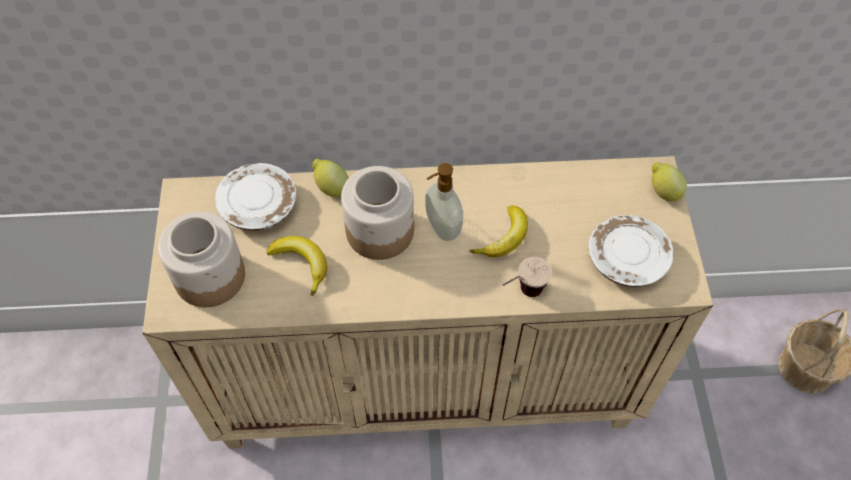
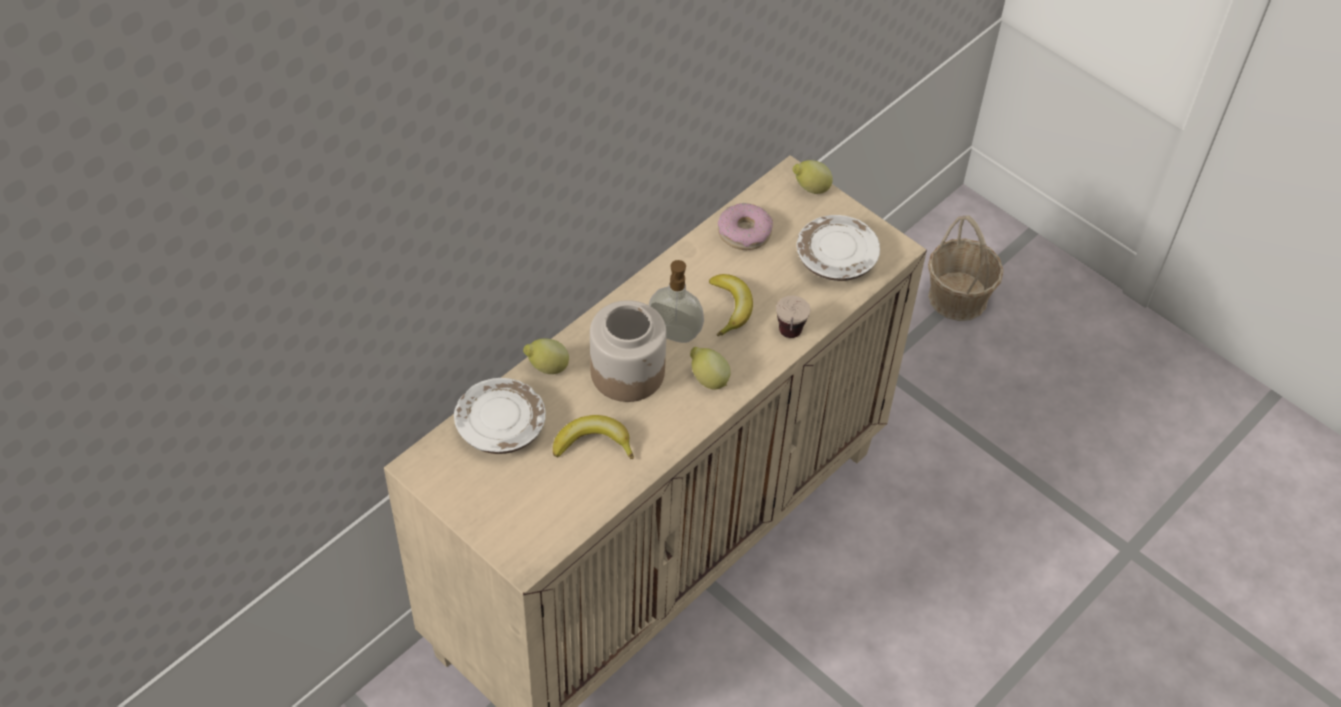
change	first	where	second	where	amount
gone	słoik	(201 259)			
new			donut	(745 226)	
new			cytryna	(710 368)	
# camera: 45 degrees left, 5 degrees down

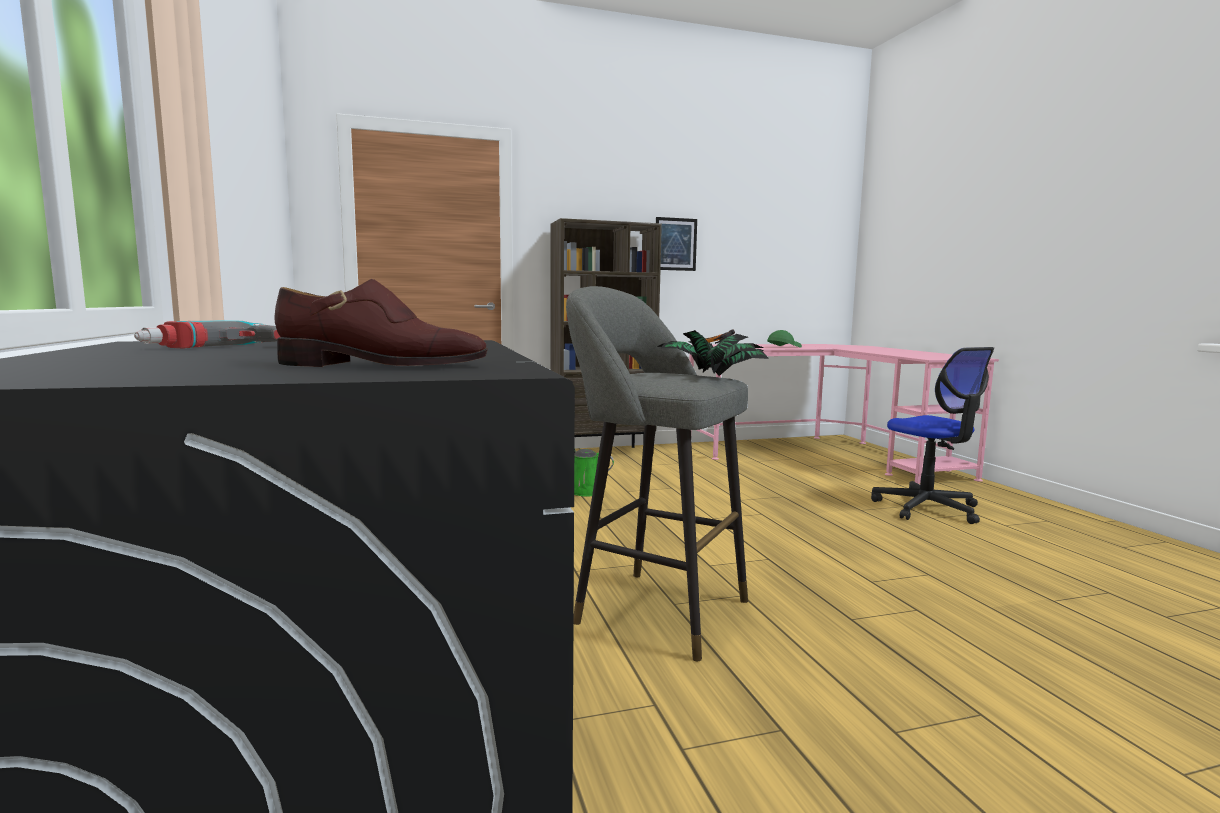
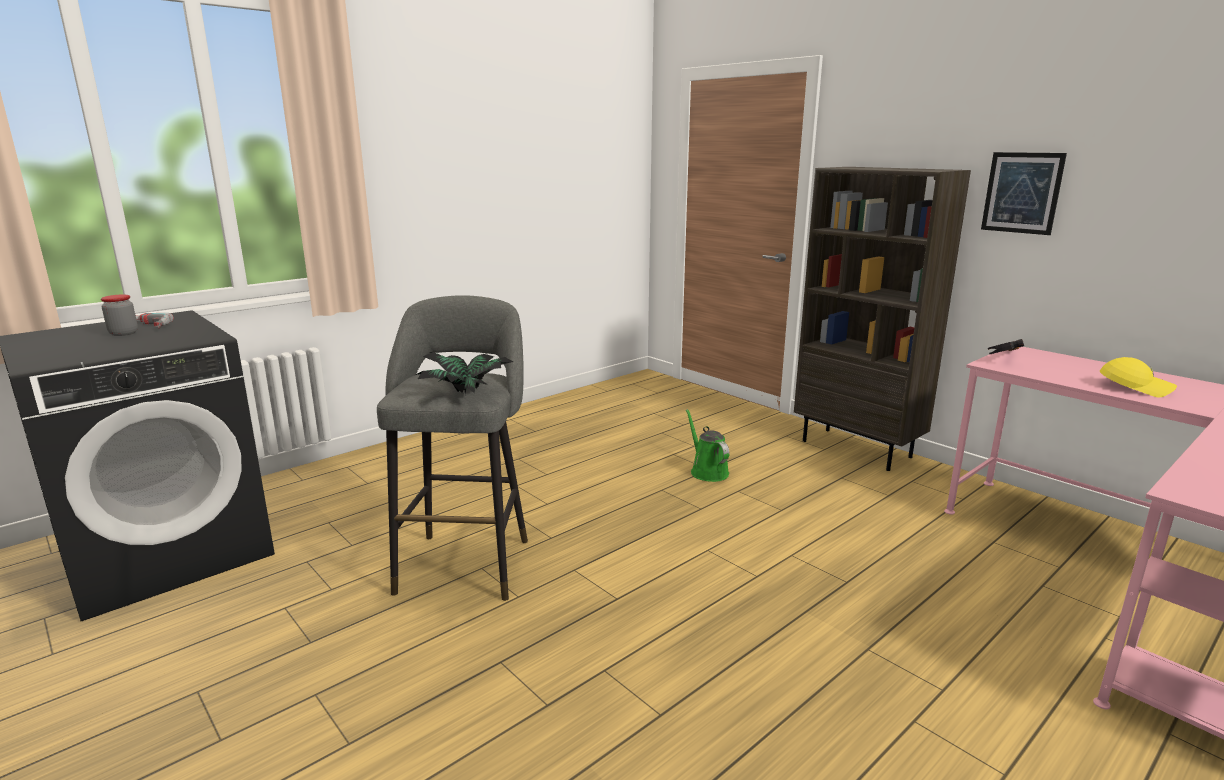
change	first	where	second	where	amount
gone	but [brązowy]	(381 323)			
repainted	czapka z daszkiem [zielony]	(784 339)	czapka z daszkiem [żółty]	(1138 377)	
gone	krzesło biurowe	(932 435)			
new			słoik	(119 315)	
# camera: 65 degrees right, 10 degrees up

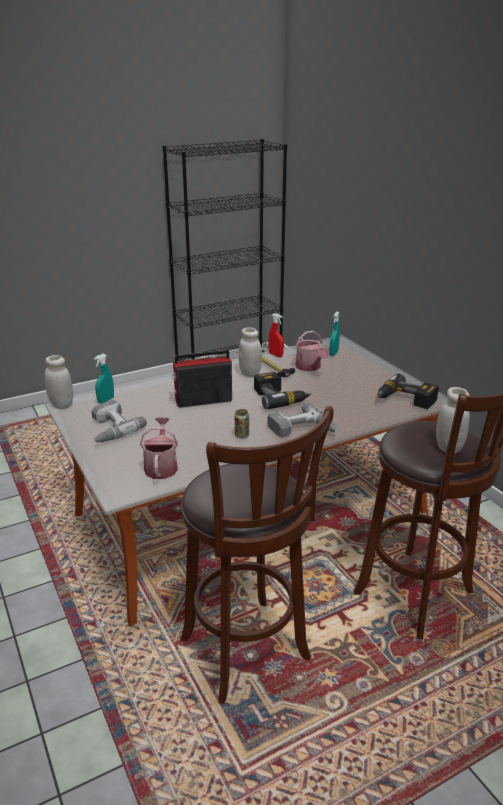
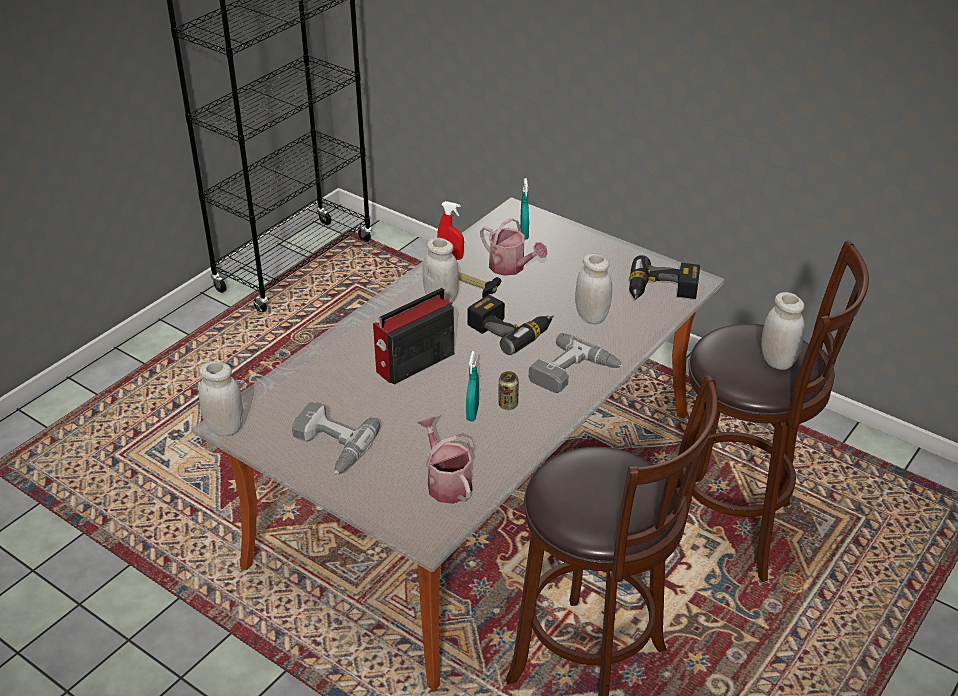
change	first	where	second	where	amount
shifted	spryskiwacz [turkusowy]	(104 379)		(472 386)	
new			słoik [biały]	(593 288)	
# camera: 25 degrees left, 10 degrees up

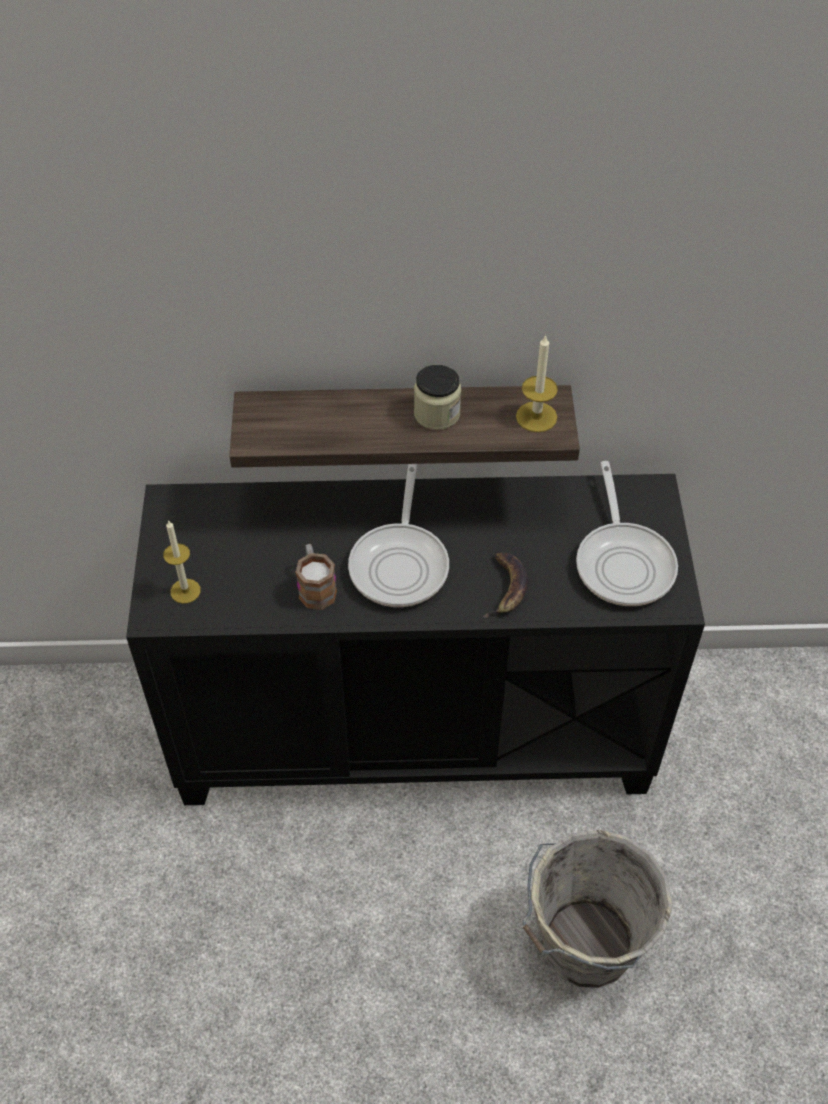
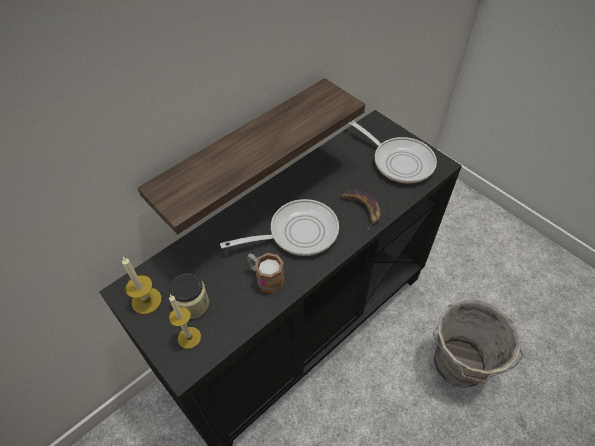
change	first	where	second	where	amount
shifted	świeca	(537 383)		(142 285)	
shifted	słoik	(437 397)		(189 296)	
rotated	patelnia	(398 535)		(279 227)	75 degrees counterclockwise
# camera: 40 degrees left, 0 degrees up

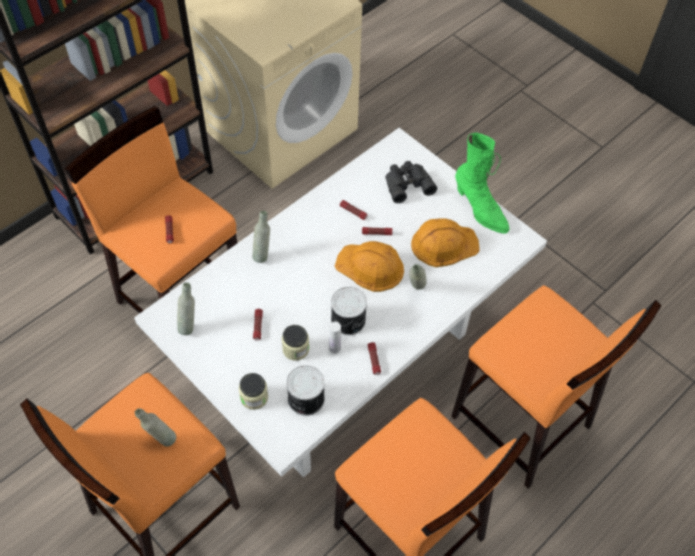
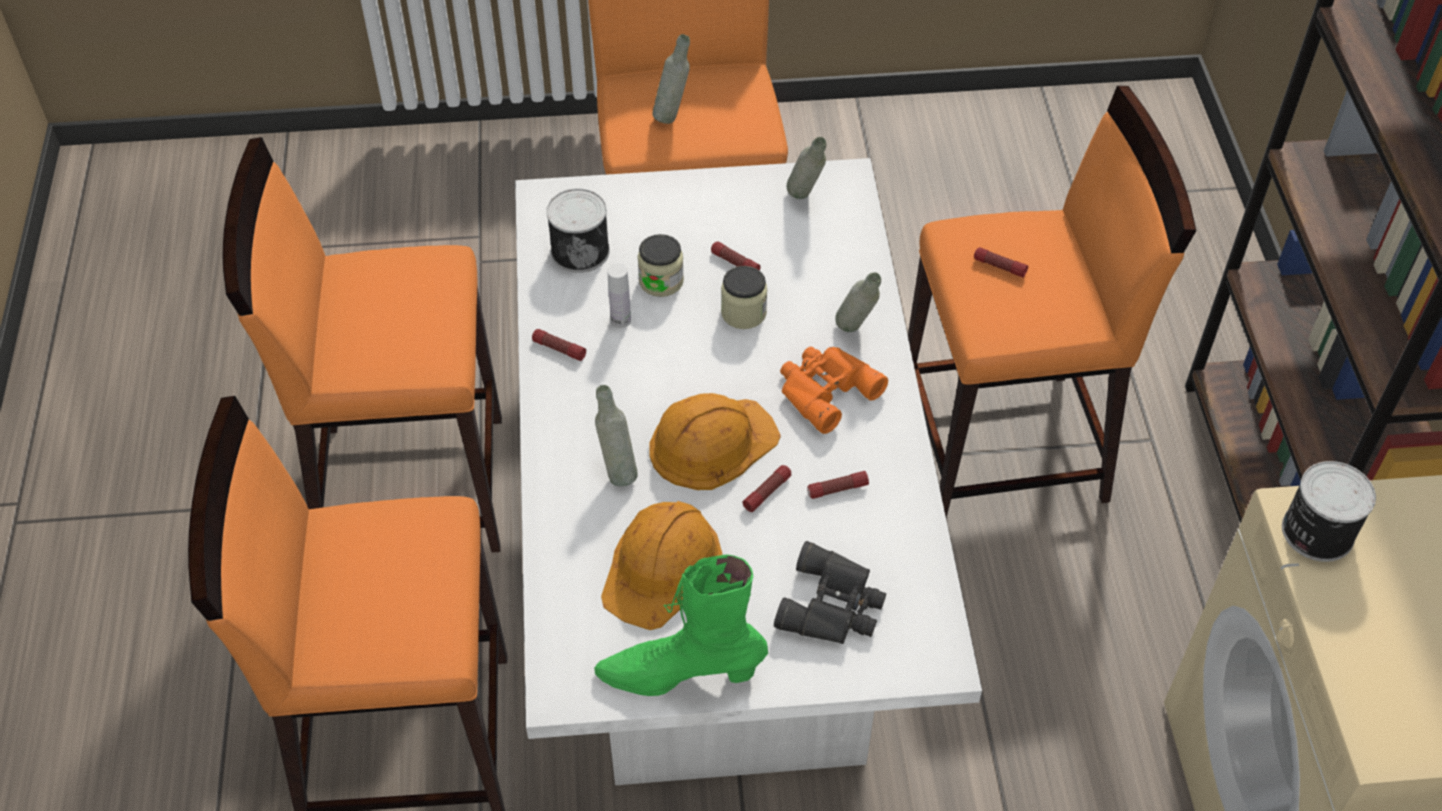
change	first	where	second	where	amount
shifted	puszka	(349 311)		(1329 511)	
shifted	słoik	(253 391)		(744 297)	
new			lornetka [pomarańczowy]	(834 390)	
# camera: 130 degrees right, 5 degrees down

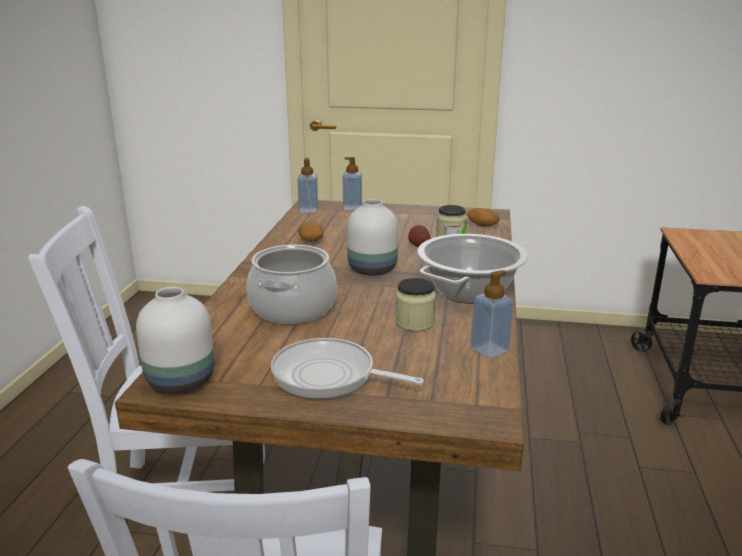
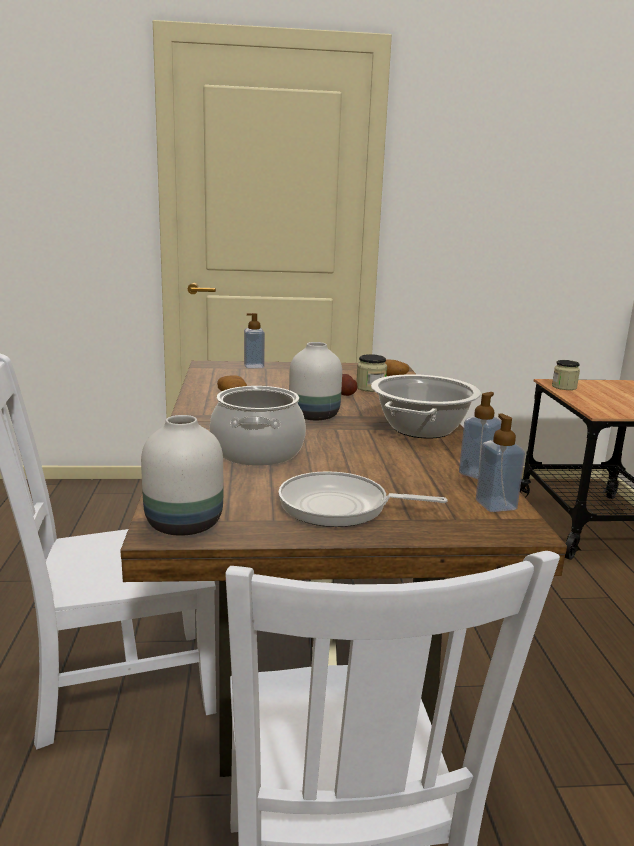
change	first	where	second	where	amount
shifted	dozownik mydła	(307 185)		(500 463)	
shifted	słoik	(415 304)		(566 375)	
# camera: 15 degrees left, 5 degrees down

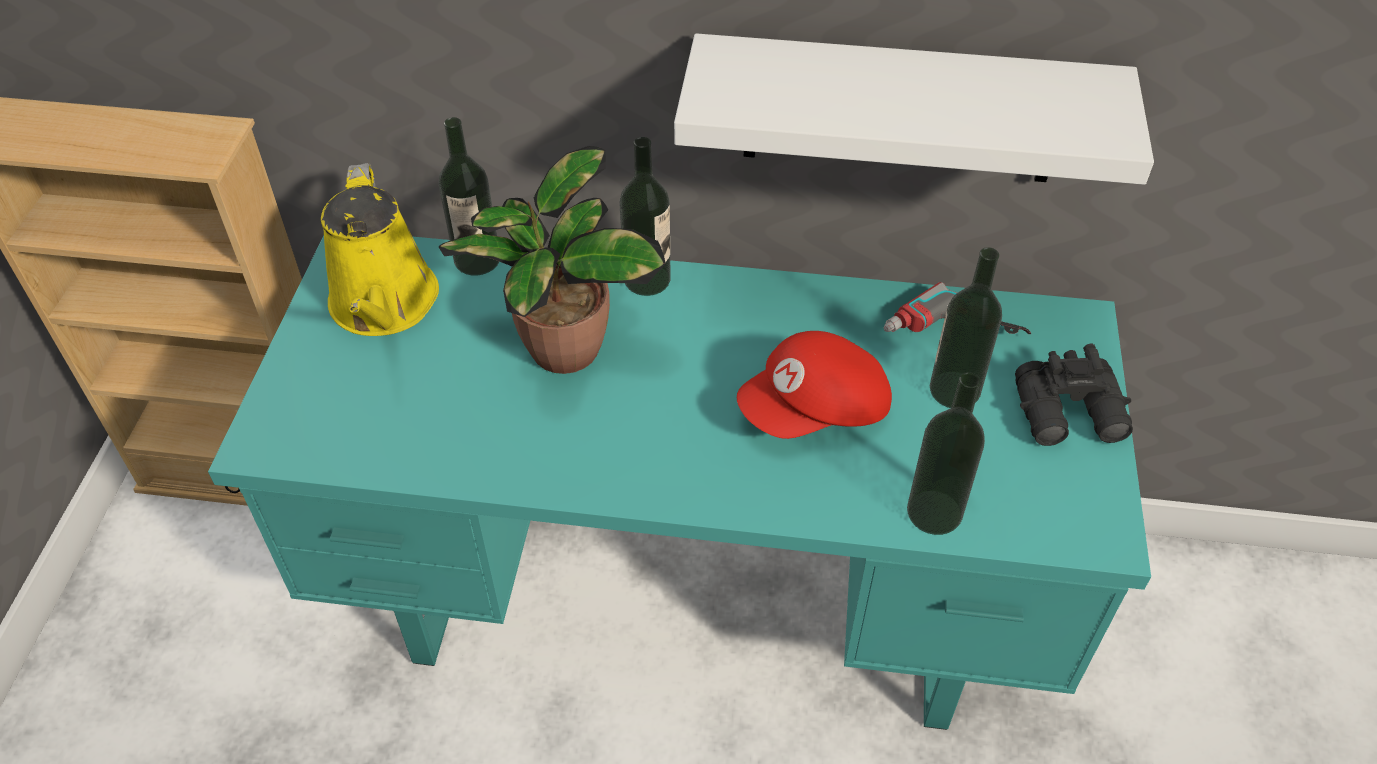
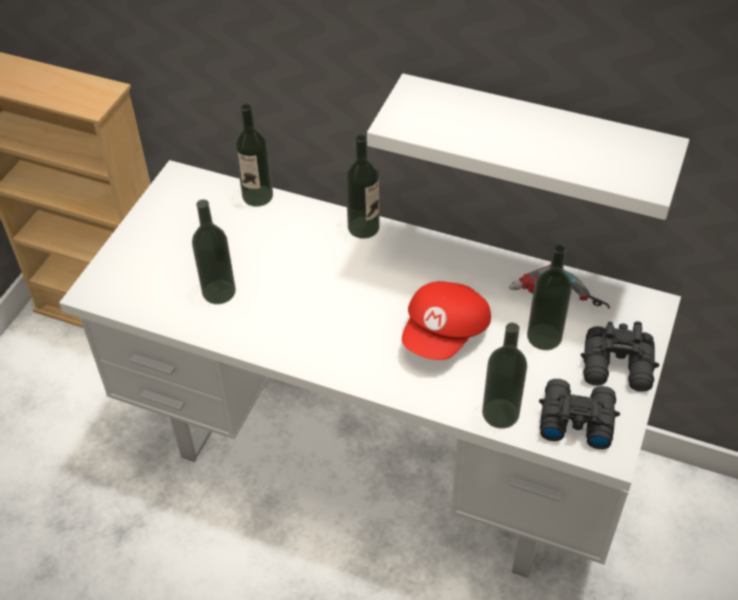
change	first	where	second	where	amount
gone	roślina doniczkowa	(552 260)			
gone	konewka [żółty]	(380 249)			
repainted	biurko [turkusowy]	(679 483)	biurko [biały]	(370 368)	
rotated	czapka z daszkiem [czerwony]	(814 385)		(446 320)	45 degrees counterclockwise
new			butelka	(214 251)	
new			lornetka [czarny]	(579 414)	
# camera: 15 degrees right, 0 degrees up

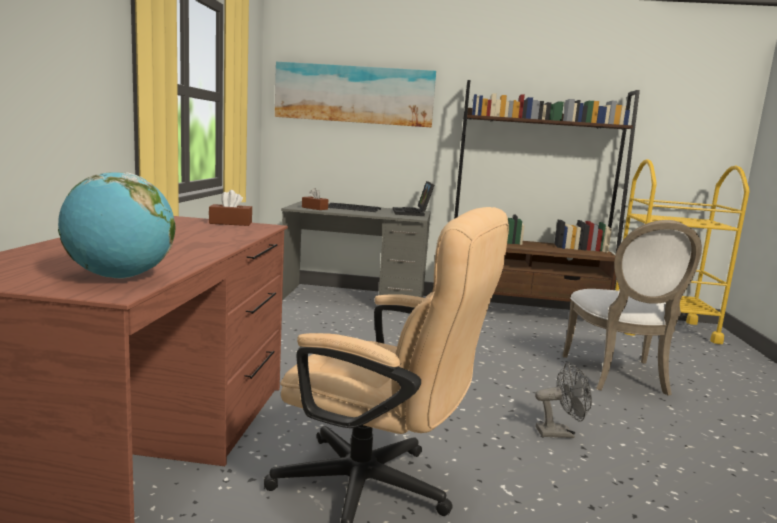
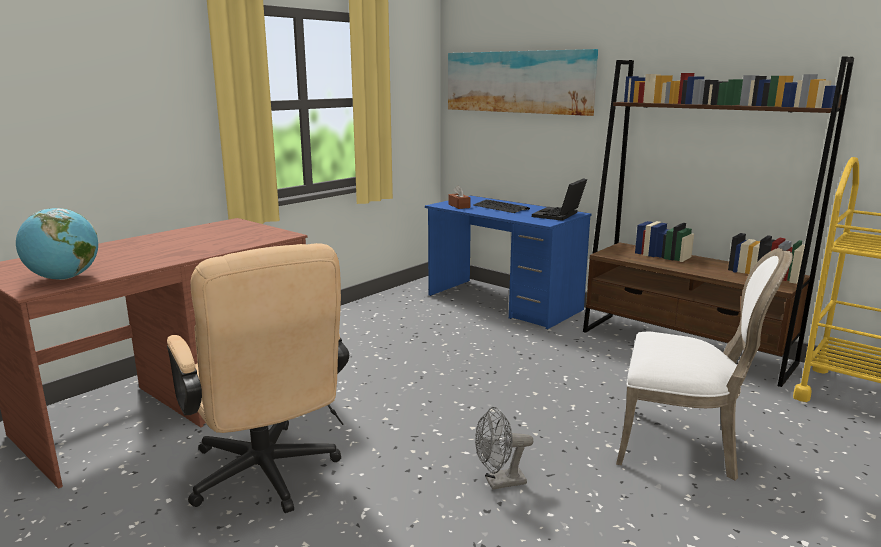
change	first	where	second	where	amount
gone	pudełko chusteczek [brązowy]	(230 208)			
repainted	biurko [szary]	(355 256)	biurko [niebieski]	(508 262)	
rotated	krzesło [biały]	(632 308)		(704 364)	105 degrees counterclockwise
rotated	wentylator [szary]	(563 400)		(504 448)	135 degrees clockwise
# camera: 35 degrees right, 5 degrees up

